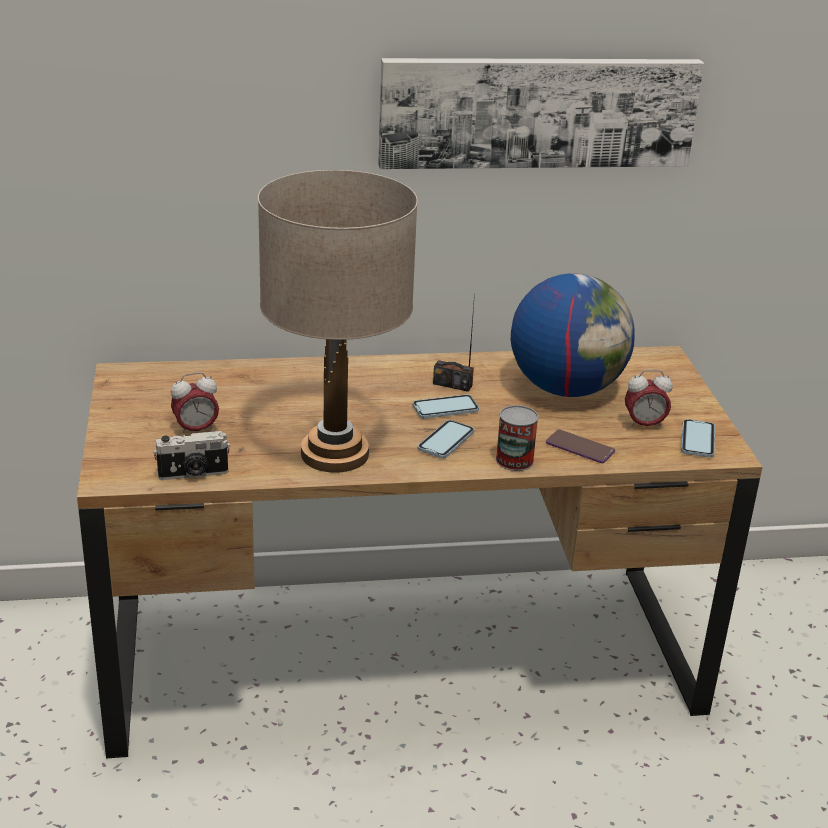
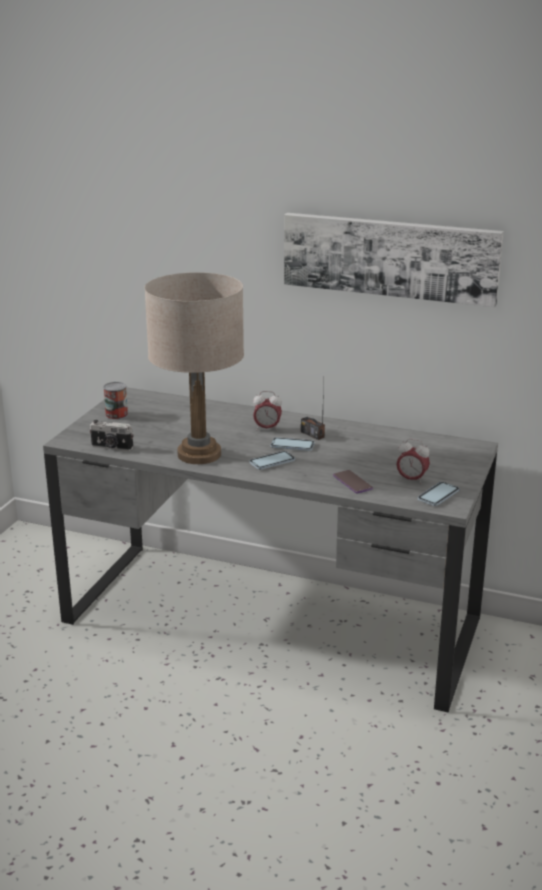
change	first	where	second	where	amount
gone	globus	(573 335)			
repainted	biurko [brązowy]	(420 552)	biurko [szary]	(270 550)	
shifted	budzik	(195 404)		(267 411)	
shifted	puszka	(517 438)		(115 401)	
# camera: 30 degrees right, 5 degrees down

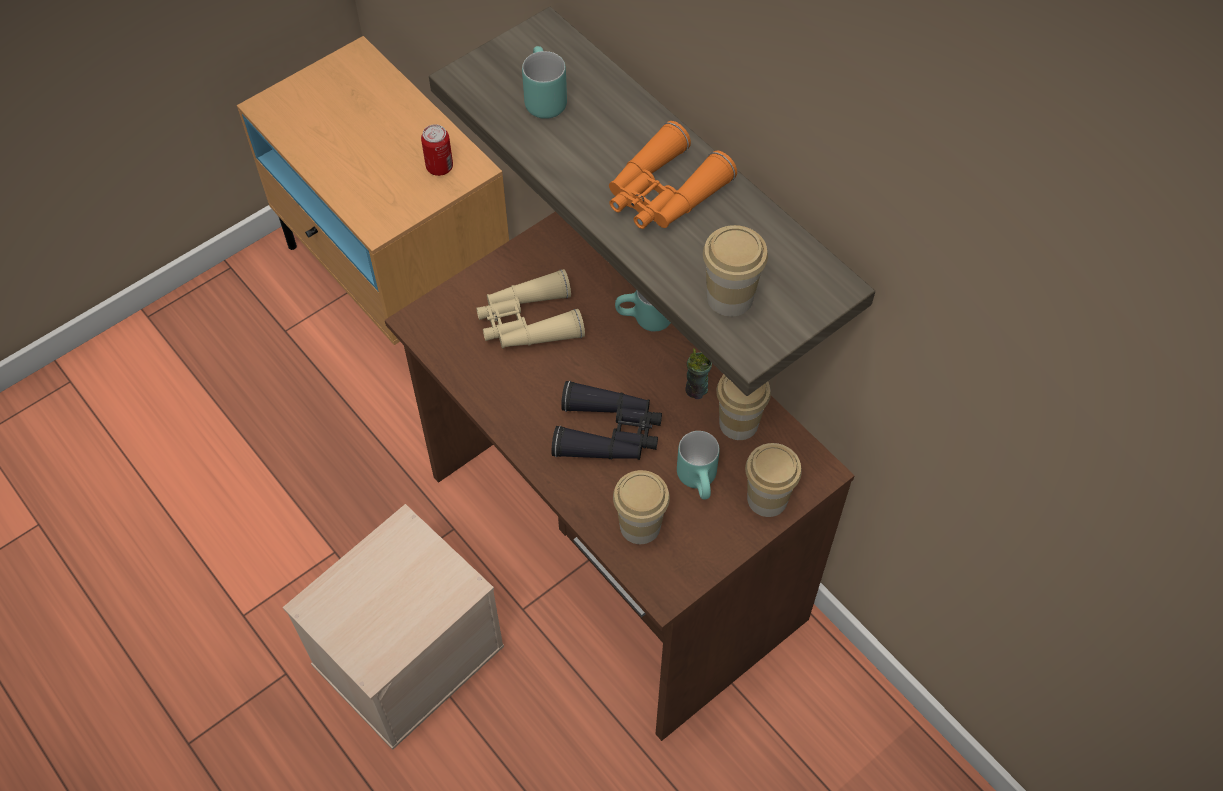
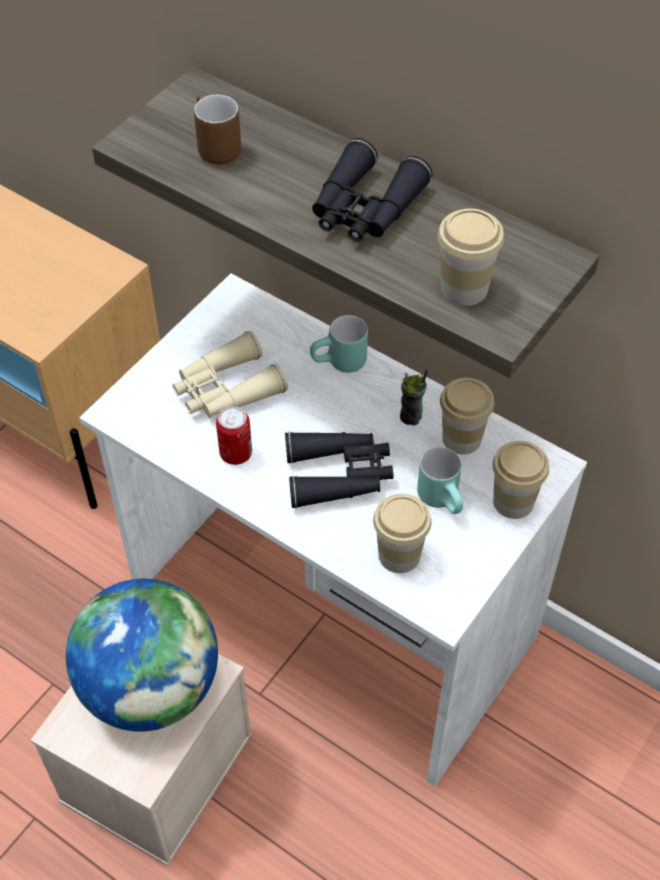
change	first	where	second	where	amount
repainted	kubek [turkusowy]	(544 82)	kubek [brązowy]	(217 129)	
repainted	lornetka [pomarańczowy]	(673 175)	lornetka [czarny]	(372 190)	
shifted	puszka	(437 150)		(234 435)	
repainted	biurko [brązowy]	(620 476)	biurko [biały]	(333 530)	
new			globus	(142 655)	
# camera: 15 degrees left, 5 degrees down

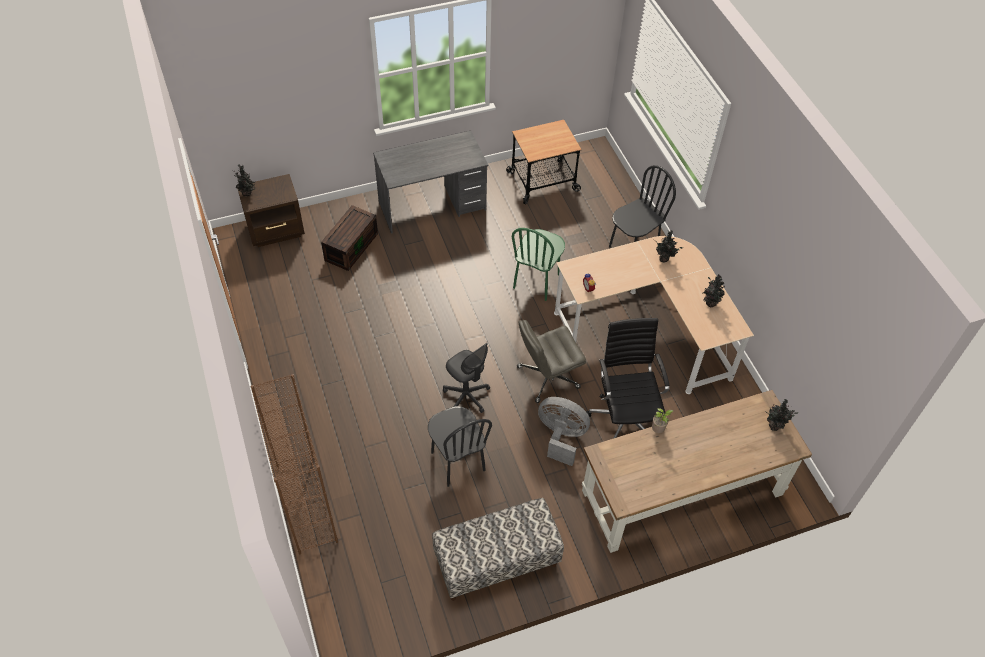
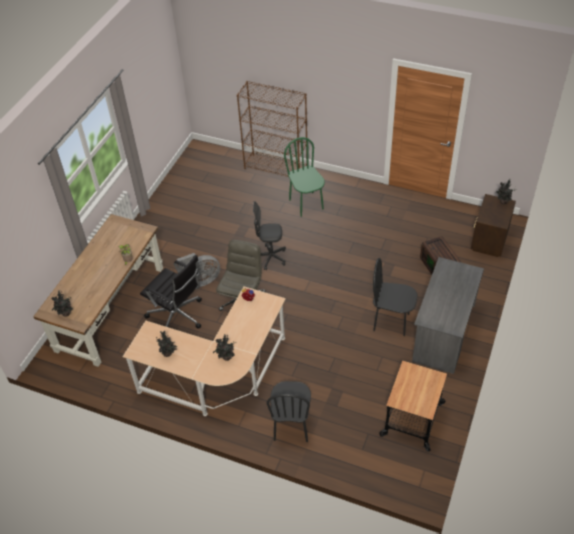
change	first	where	second	where	amount
shifted	krzesło [zielony]	(538 264)		(304 177)	
shifted	krzesło [czarny]	(460 446)		(395 297)	
gone	ławka	(498 549)			
# camera: 135 degrees right, 5 degrees down

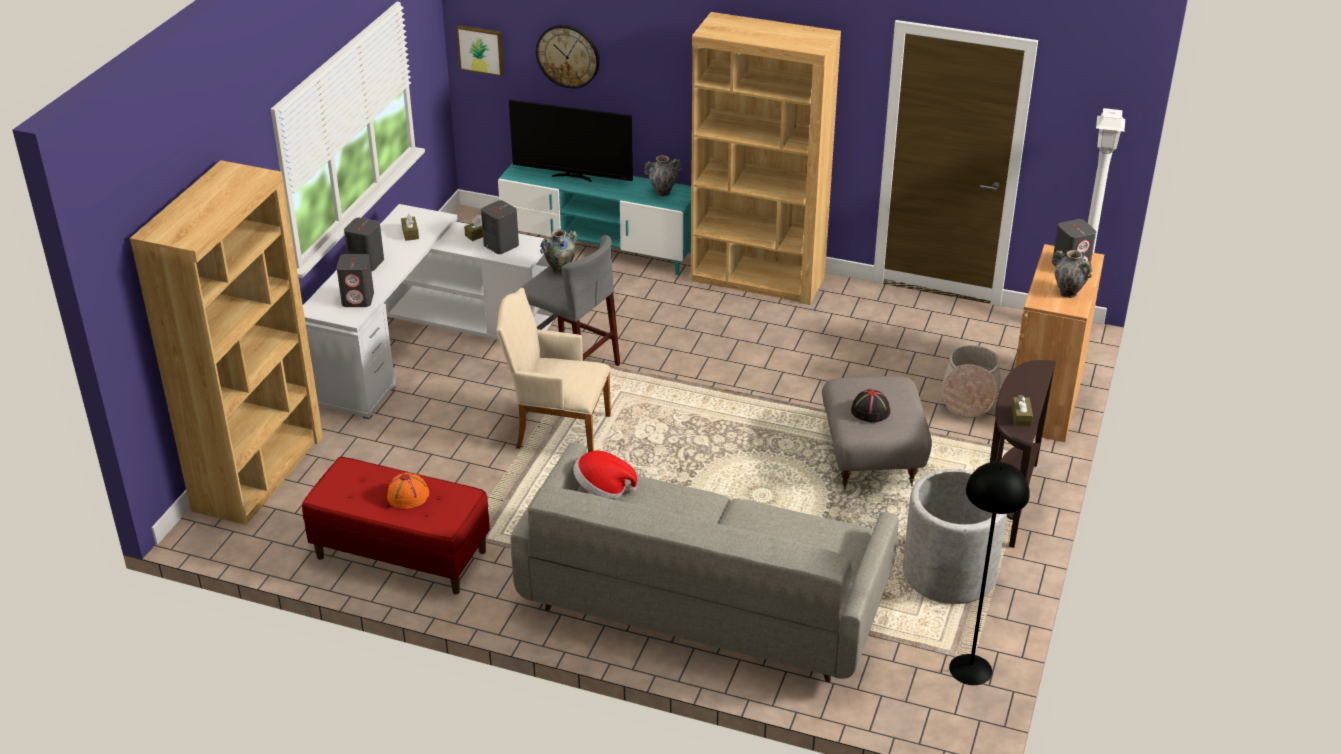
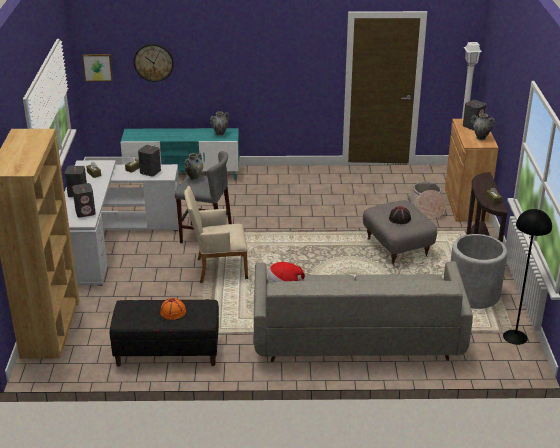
change	first	where	second	where	amount
gone	regał [brązowy]	(766 158)			
gone	telewizor	(571 141)			
repainted	ławka [czerwony]	(396 525)	ławka [czarny]	(164 333)	
# camera: 20 degrees left, 5 degrees down

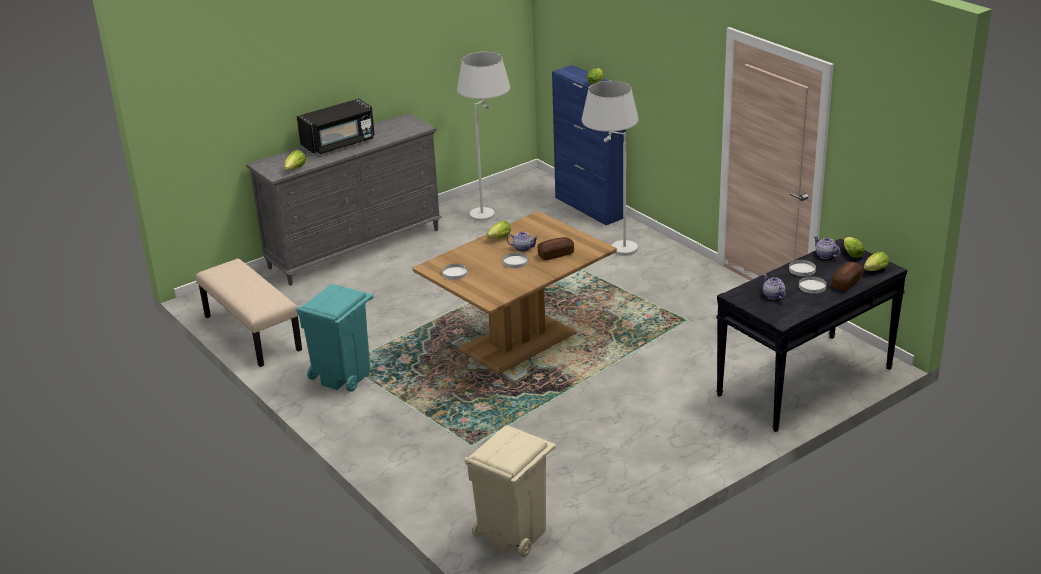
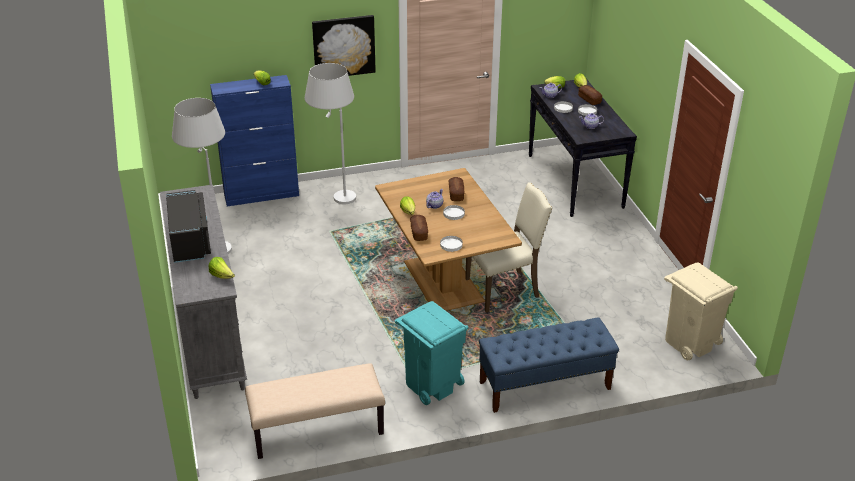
change	first	where	second	where	amount
new			obraz	(344 45)	
new			krzesło [beżowy]	(509 247)	
new			chleb	(419 228)	
new			ławka [niebieski]	(549 365)	
# camera: 70 degrees left, 5 degrees up

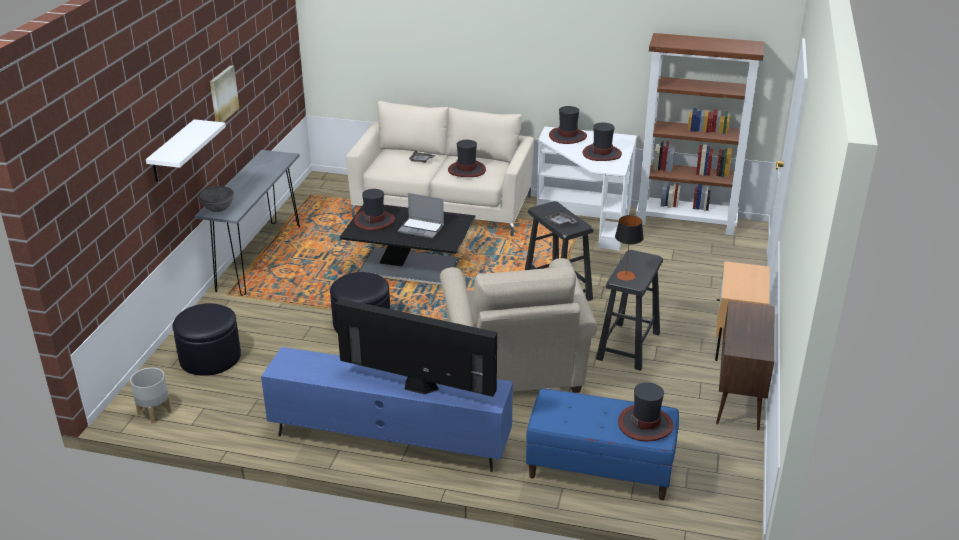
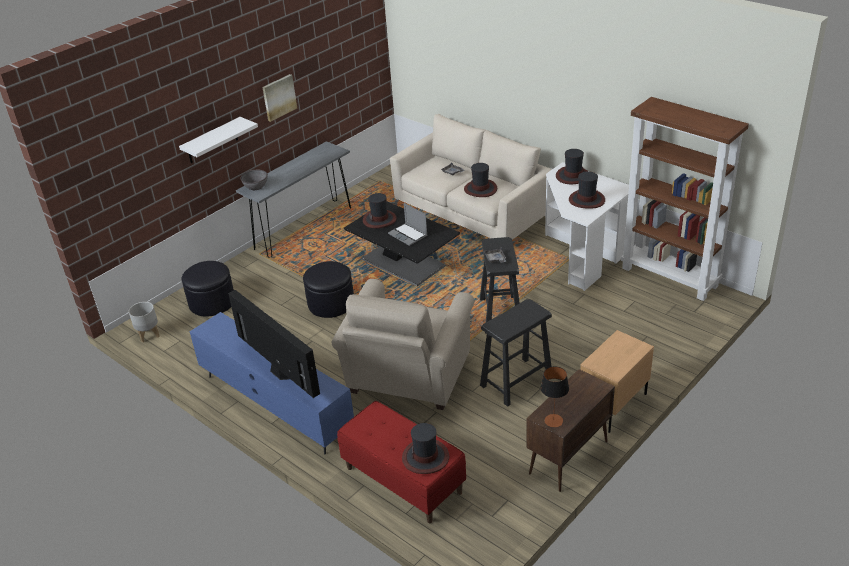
change	first	where	second	where	amount
shifted	lampa stołowa	(629 248)		(555 397)	
repainted	ławka [niebieski]	(602 444)	ławka [czerwony]	(401 462)	
# camera: 30 degrees right, 5 degrees up

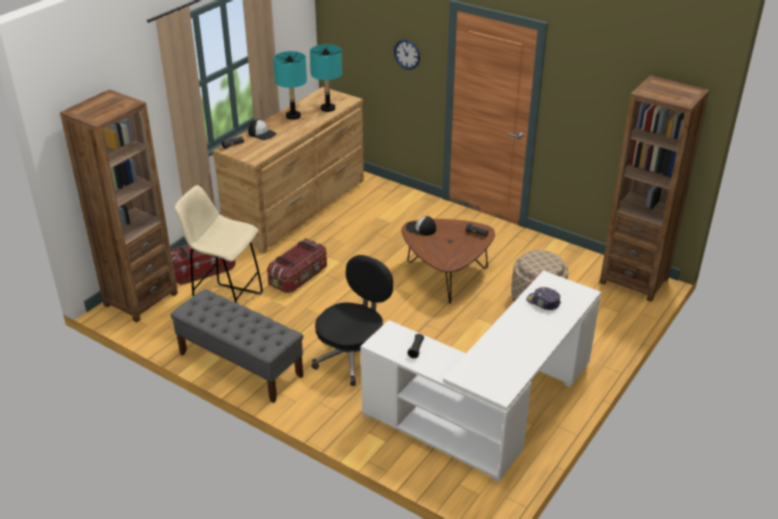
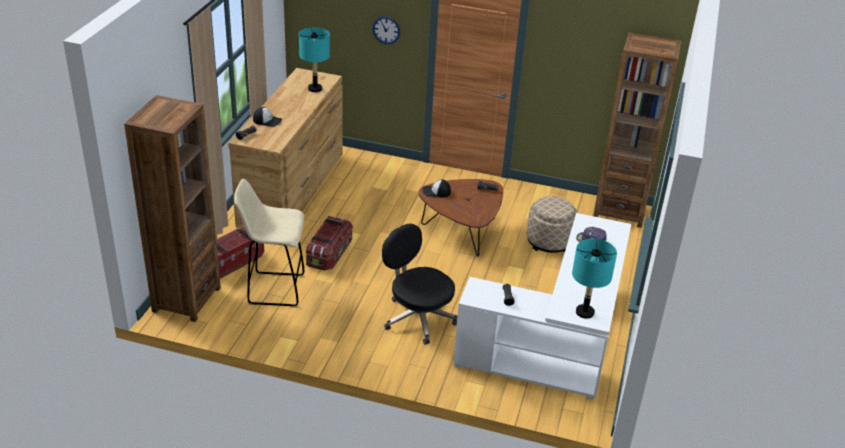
change	first	where	second	where	amount
shifted	lampa stołowa [turkusowy]	(290 85)		(594 278)	
rotated	krzesło biurowe [czarny]	(352 320)		(419 284)	60 degrees counterclockwise
gone	ławka [szary]	(236 346)			
# camera: 20 degrees left, 0 degrees up

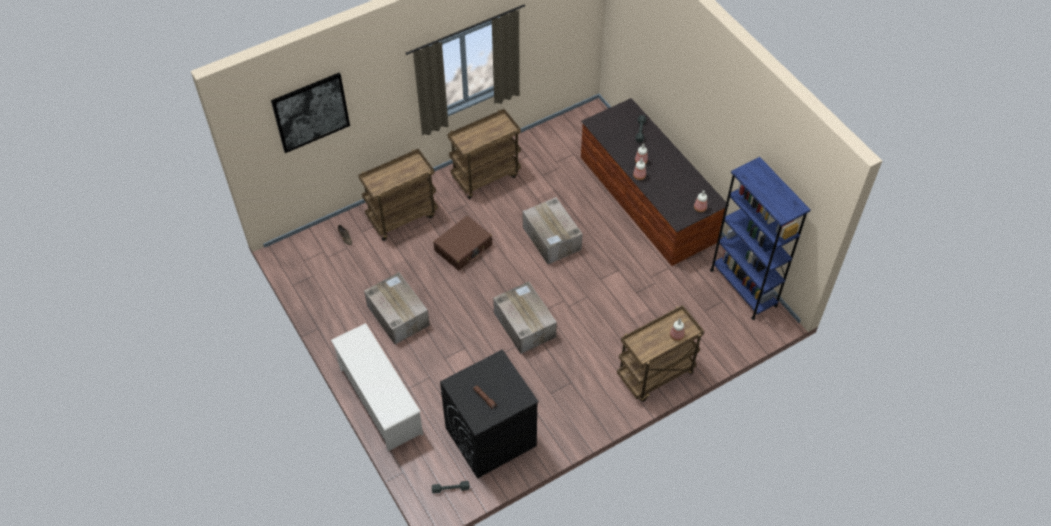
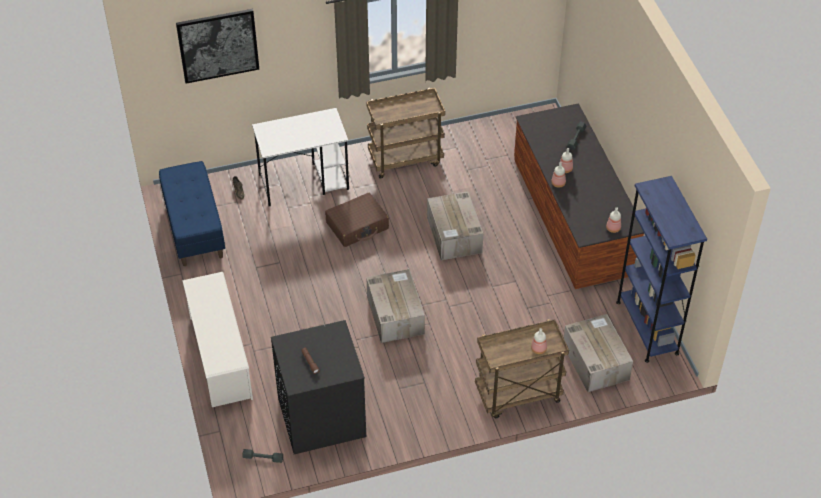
change	first	where	second	where	amount
swapped	wózek [brązowy]	(398 195)	biurko [biały]	(300 157)	
shifted	karton	(397 308)		(598 353)	
new			ławka [niebieski]	(192 213)	
# camera: 15 degrees right, 5 degrees down

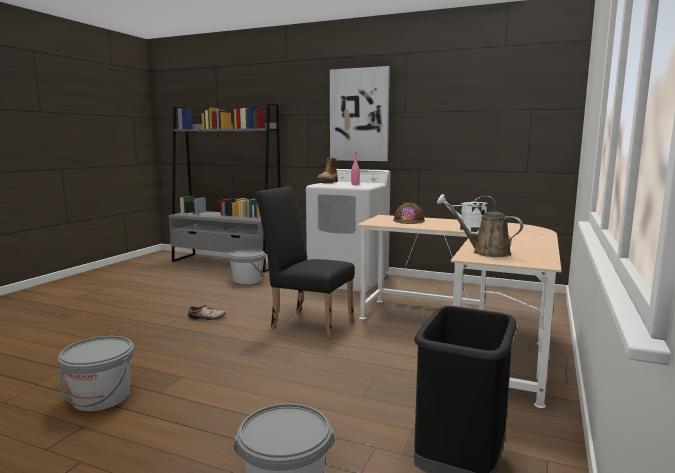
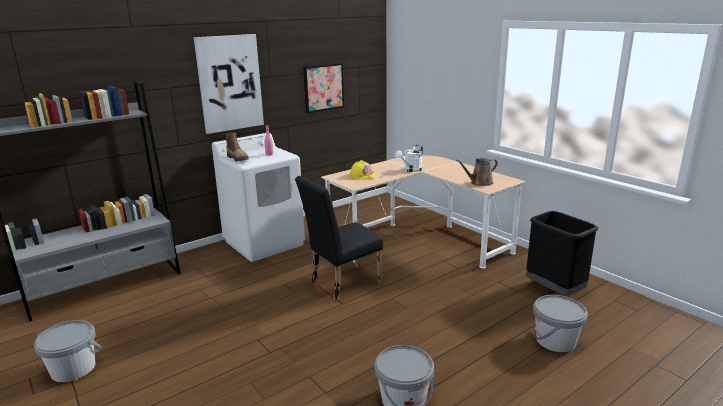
change	first	where	second	where	amount
repainted	kask [brązowy]	(409 213)	kask [żółty]	(362 169)	
shifted	wiadro [szary]	(247 266)		(67 351)	
gone	but	(207 312)			
new			obraz	(323 88)	
# camera: 60 degrees left, 10 degrees up

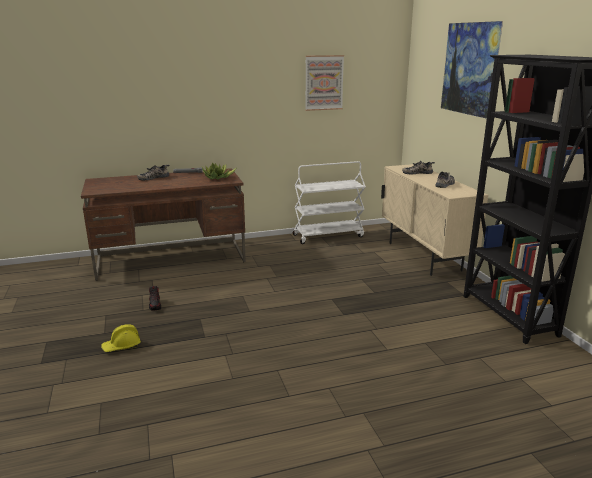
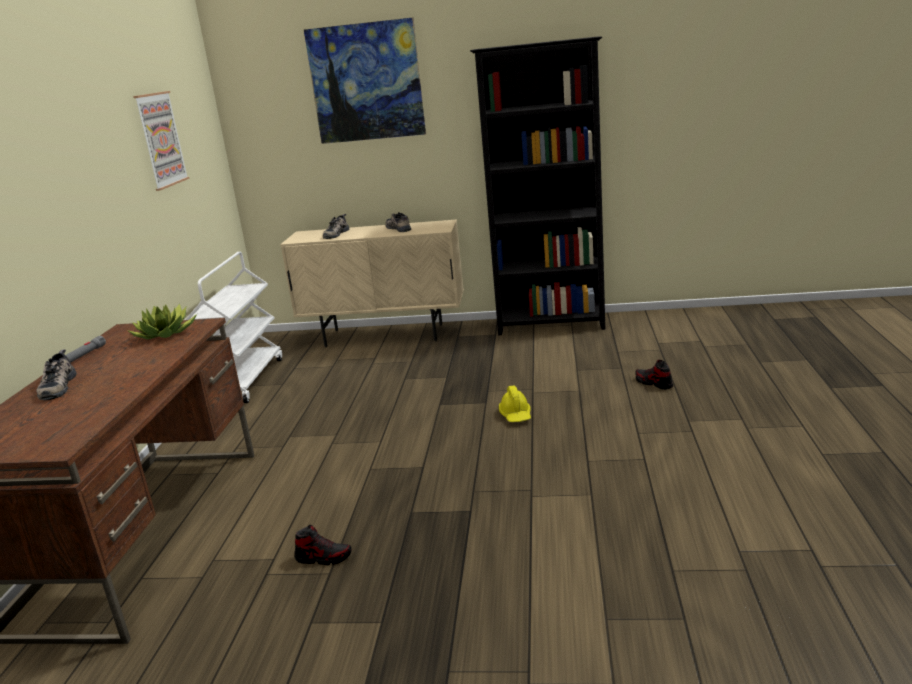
change	first	where	second	where	amount
shifted	kask [żółty]	(121 338)		(515 404)	
new			but	(654 375)	
# camera: 65 degrees left, 0 degrees up

